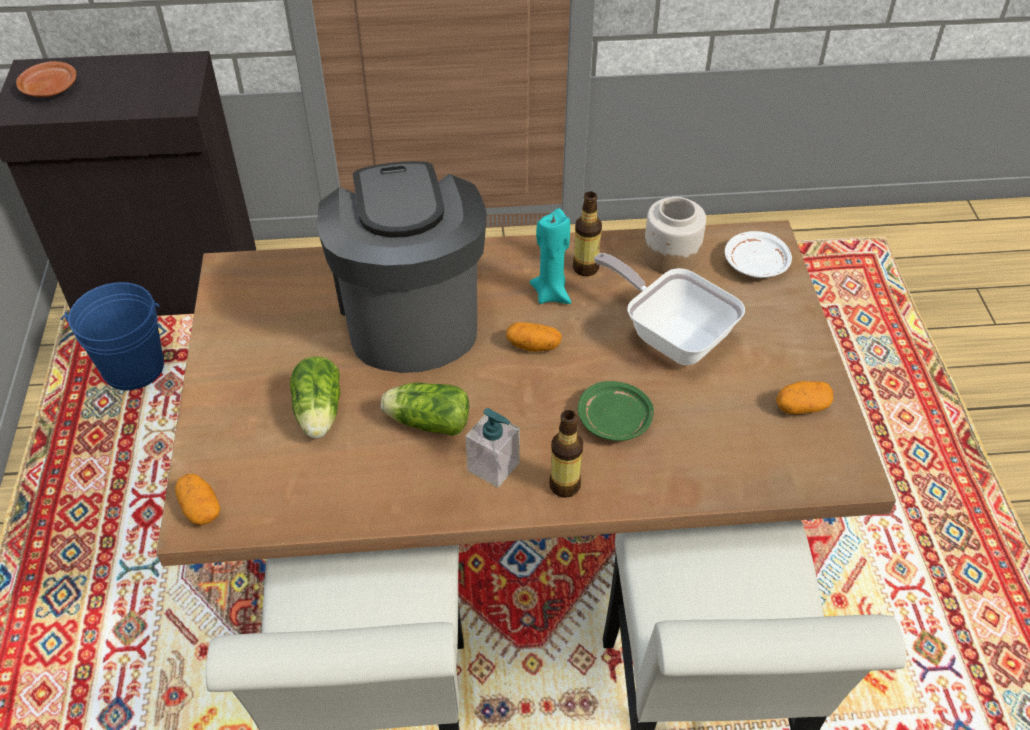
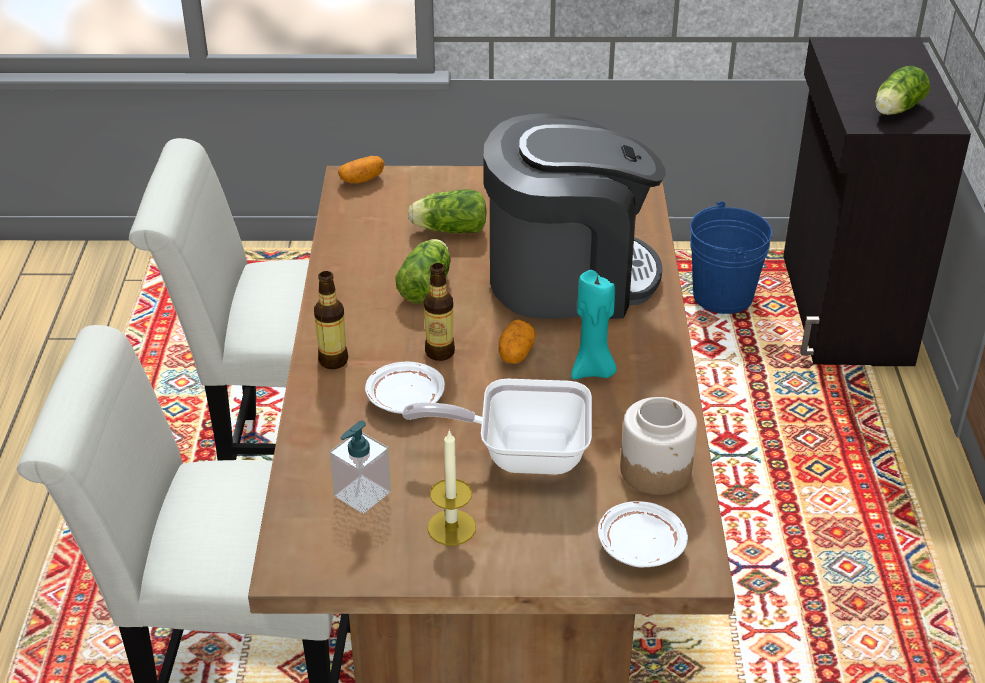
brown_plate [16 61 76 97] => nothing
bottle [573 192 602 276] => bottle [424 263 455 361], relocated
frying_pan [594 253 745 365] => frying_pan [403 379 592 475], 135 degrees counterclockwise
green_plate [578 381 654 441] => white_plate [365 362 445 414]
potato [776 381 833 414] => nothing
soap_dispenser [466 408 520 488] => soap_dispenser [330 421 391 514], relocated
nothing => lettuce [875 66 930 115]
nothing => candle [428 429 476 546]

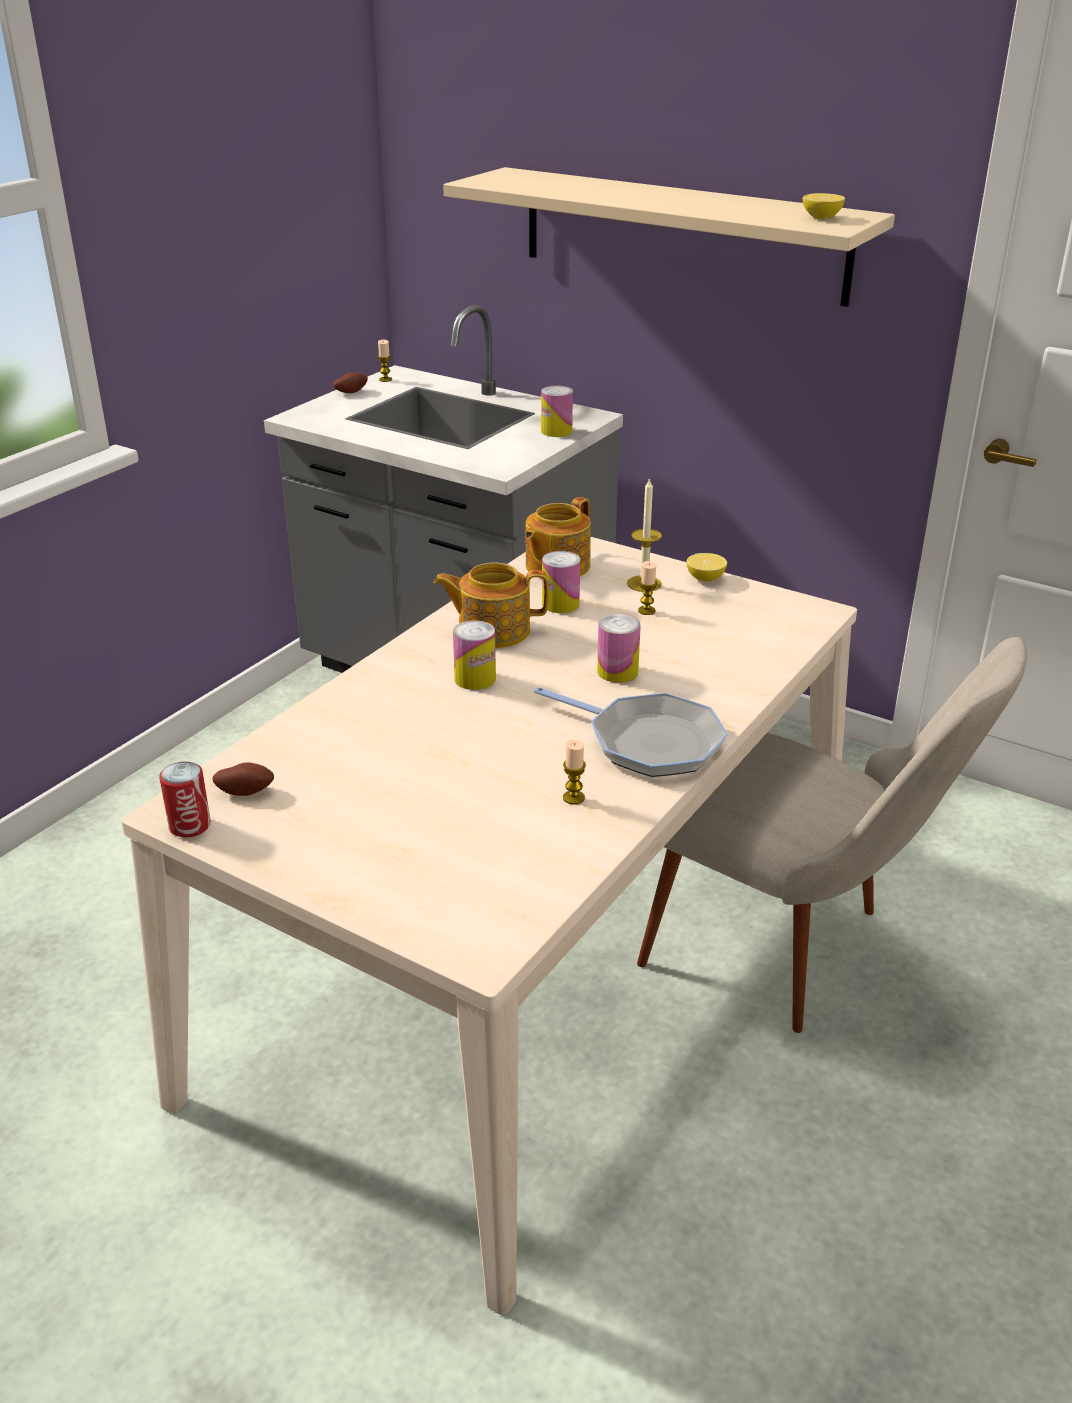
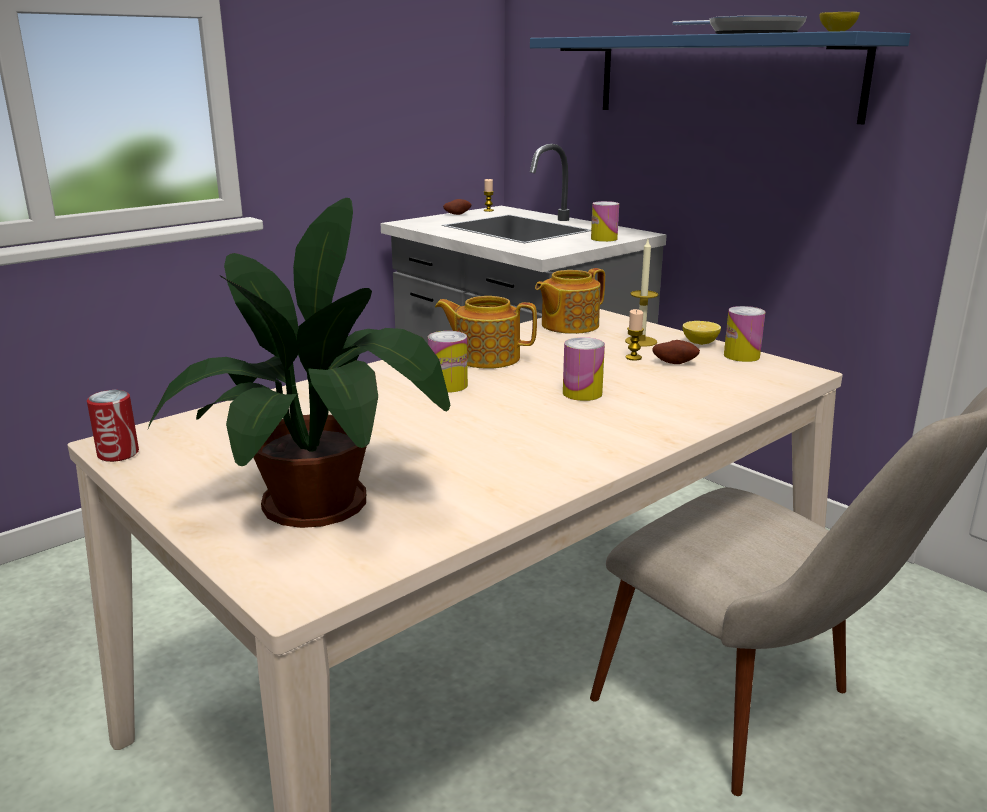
beige_shelf [443 167 895 307] => blue_shelf [530 31 910 124]
can [542 551 580 613] => can [724 306 765 362], relocated
frying_pan [534 687 728 777] => frying_pan [673 15 807 34], relocated
candle [563 740 586 805] => nothing
potato [212 762 274 796] => potato [653 340 700 364], relocated
nothing => potted_plant [148 198 450 528]

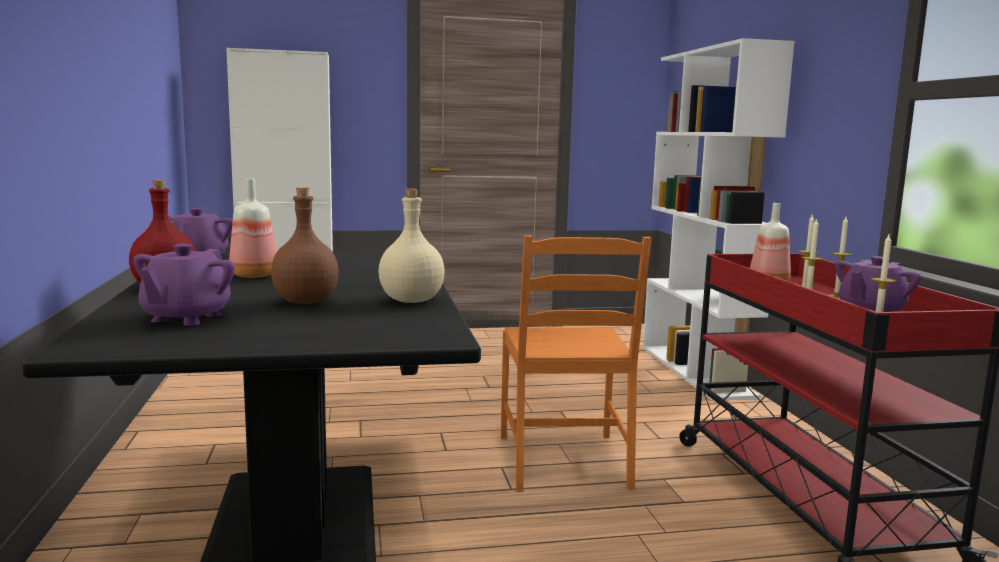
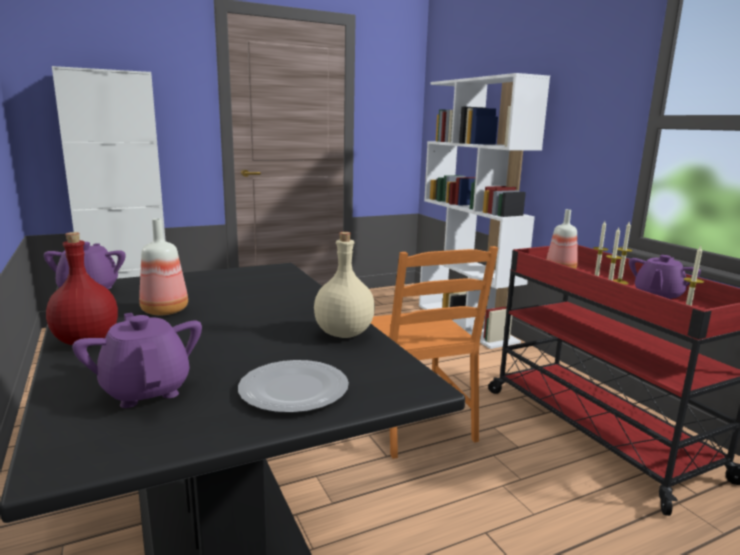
brown_bottle [271 187 339 304] => nothing
purple_teapot [133 244 235 326] => purple_teapot [72 313 202 408], 150 degrees clockwise
nothing => plate [238 360 349 413]

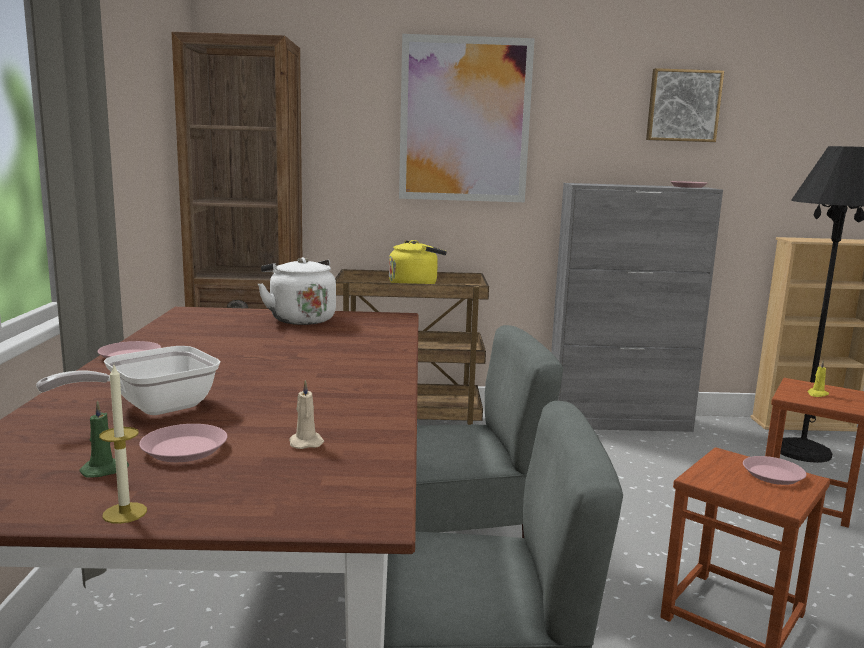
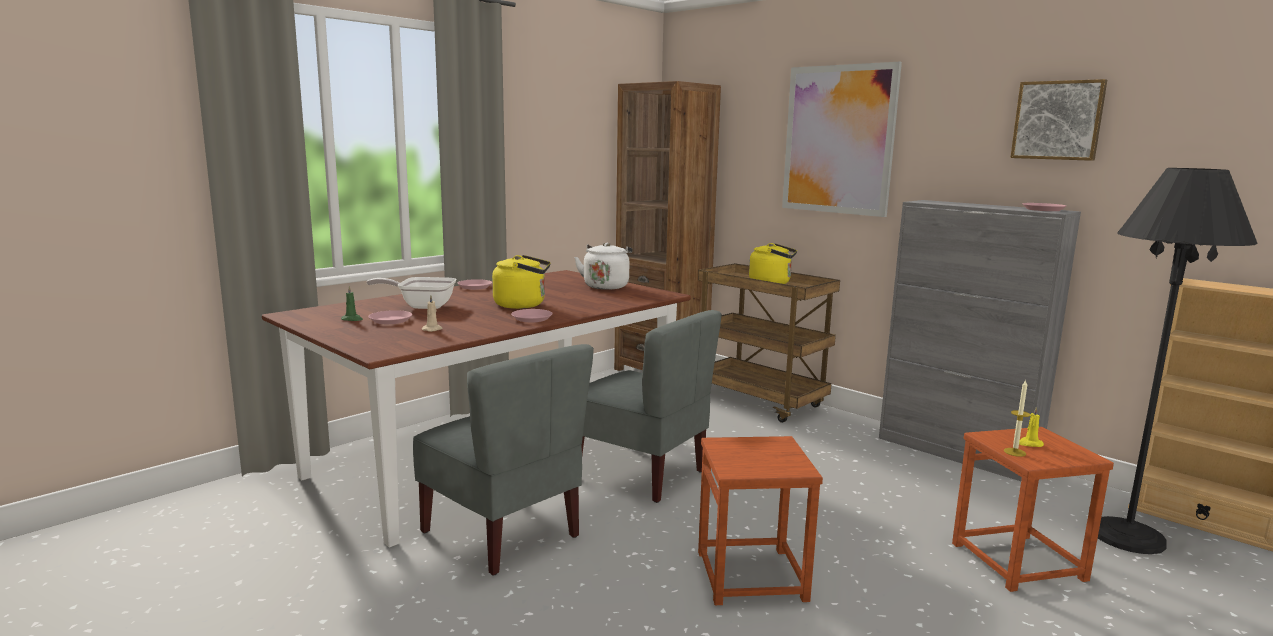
candle [99 365 147 524] => candle [1004 380 1030 457], relocated
pink_plate [743 456 806 485] => pink_plate [511 309 552 322], relocated
nothing => yellow_kettle [492 255 551 309]

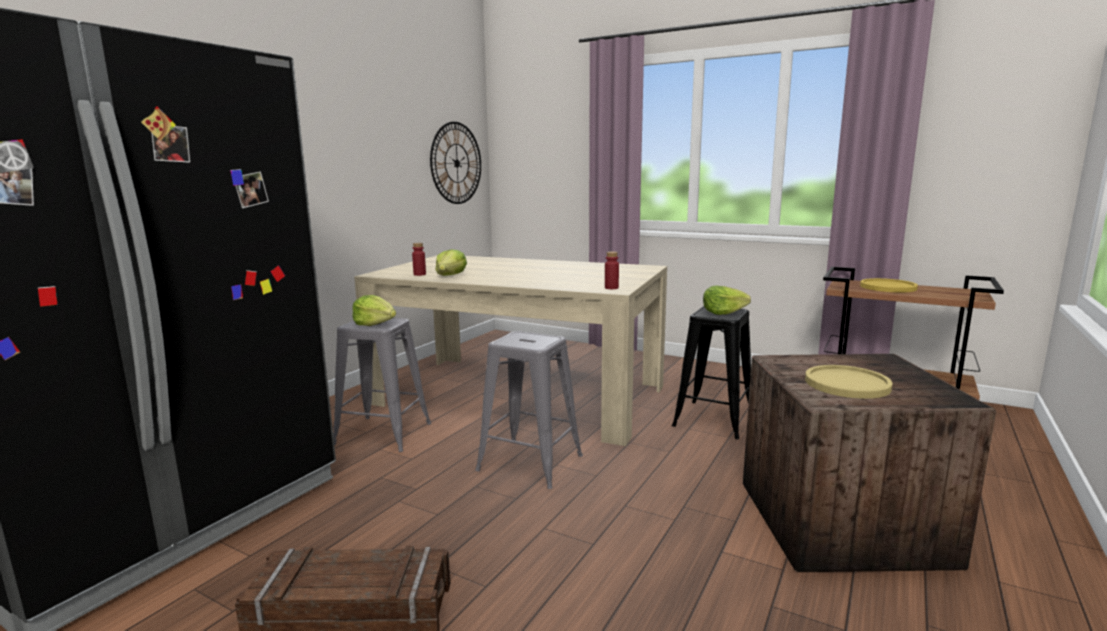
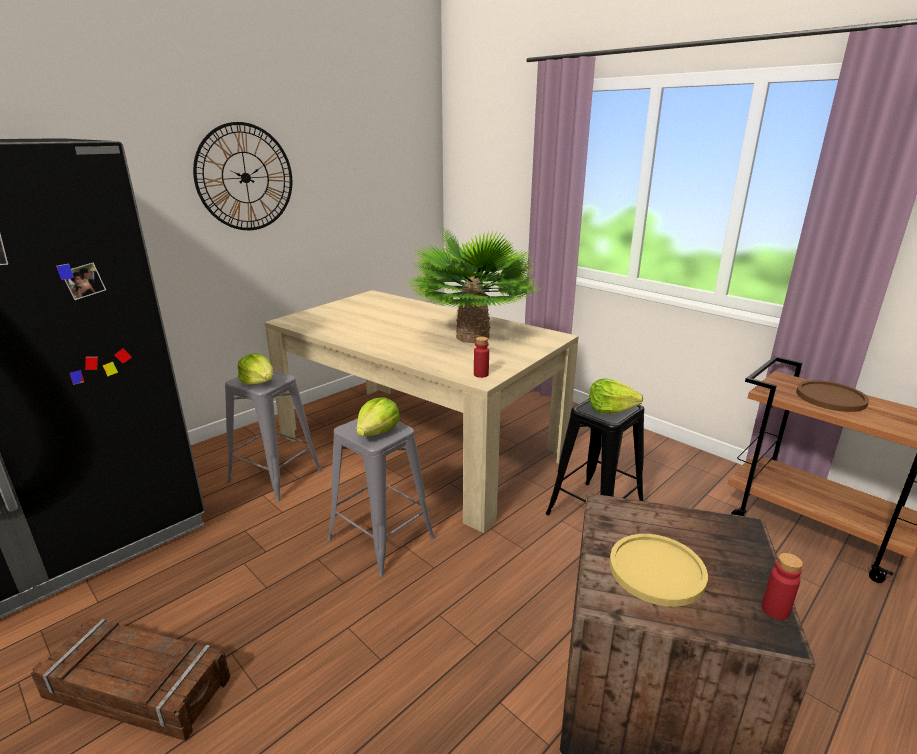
wall_clock [430 122 481 204] => wall_clock [193 122 292 230], relocated
red_bottle [412 243 426 276] => red_bottle [762 553 803 620], relocated
lettuce [436 249 467 276] => lettuce [356 397 400 436], relocated
yellow_plate [860 278 918 293] => brown_plate [796 380 869 412]
nothing => potted_plant [405 227 541 343]

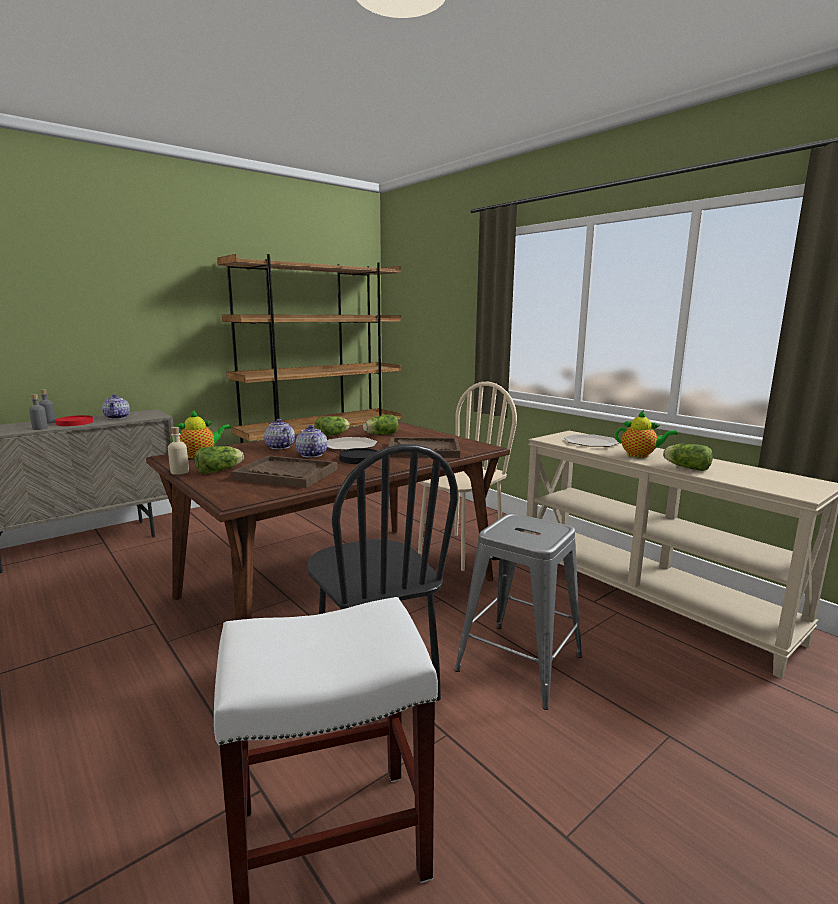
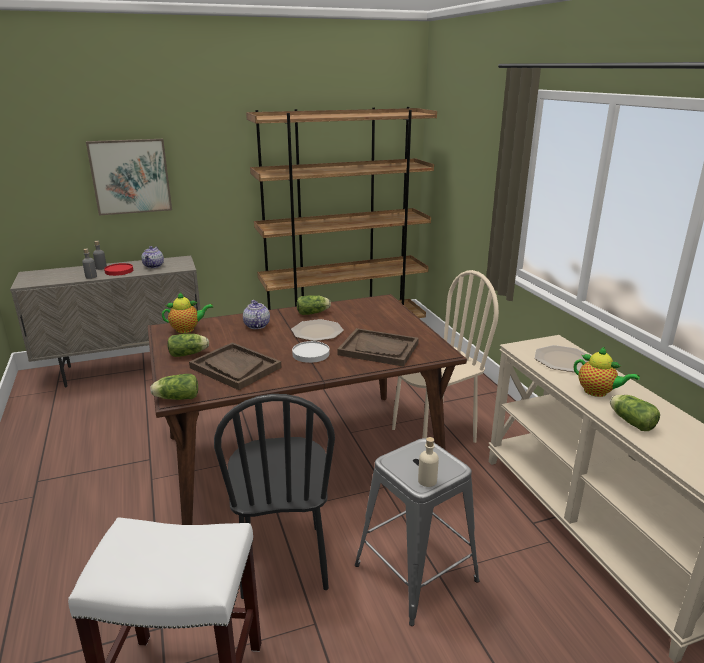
lettuce [363 414 398 435] => lettuce [150 374 198 400], relocated
teapot [296 425 327 457] => nothing
beige_bottle [168 427 189 475] => beige_bottle [418 437 439 487], relocated
black_plate [339 448 377 464] => white_plate [292 341 330 363]
nothing => picture [86 139 172 216]

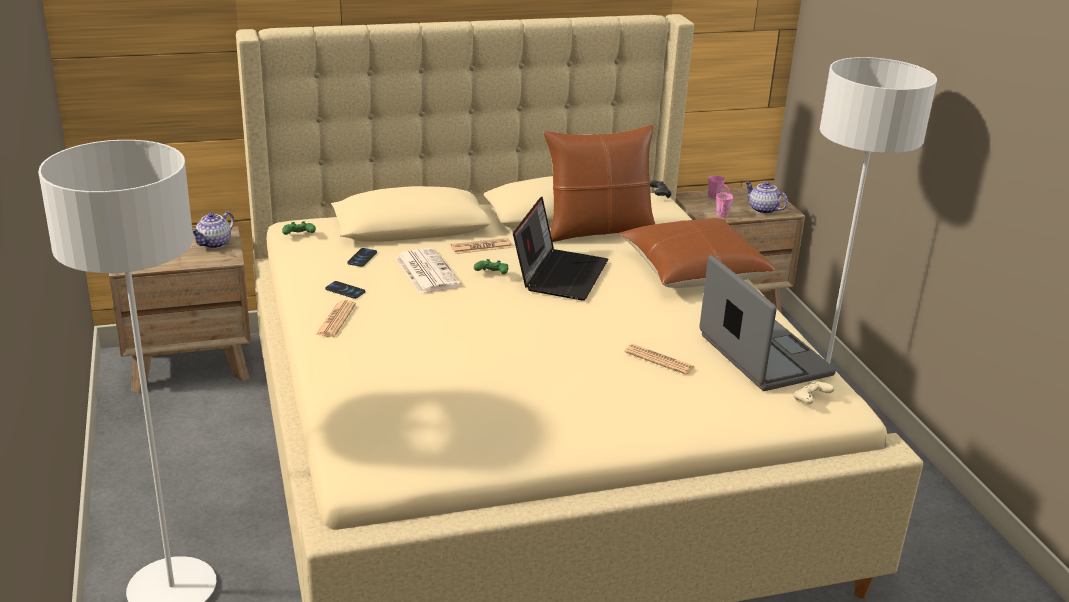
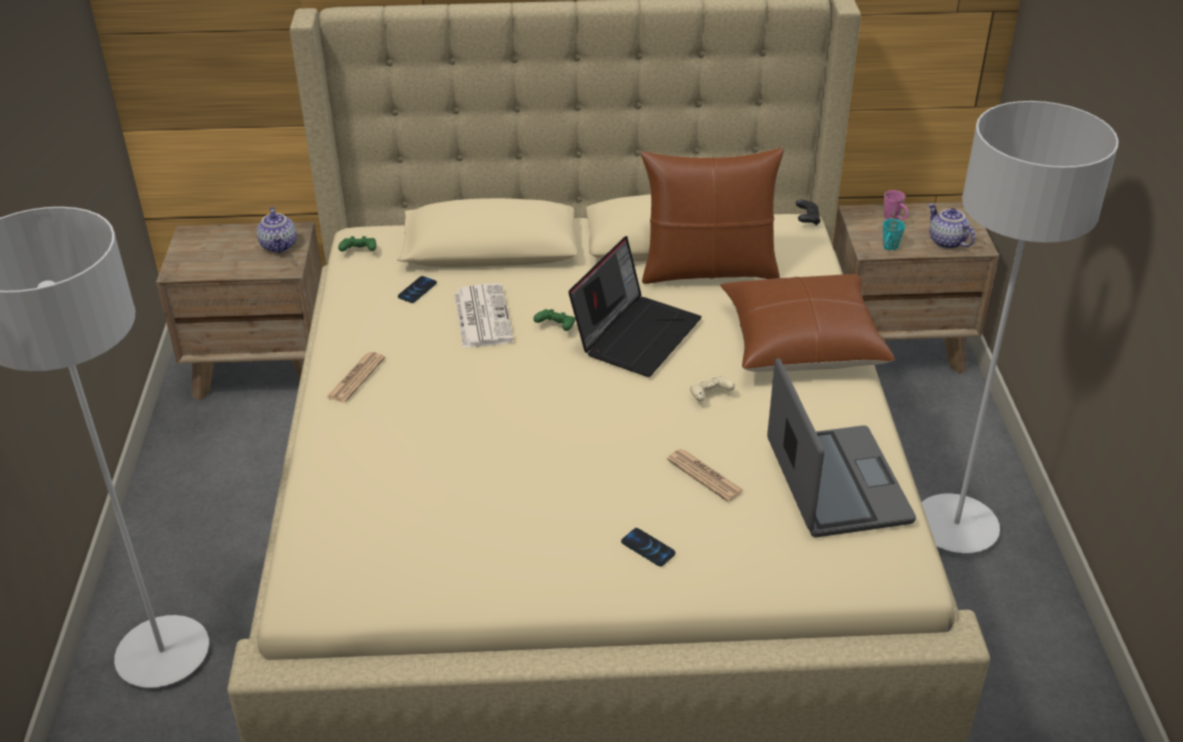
pink_mug [716 193 734 217] => turquoise_mug [883 219 905 250]
teapot [192 211 234 249] => teapot [257 207 297 253], 60 degrees counterclockwise
newspaper [451 238 512 254] => nothing
phone [325 281 366 299] => phone [621 528 676 566], relocated
beige_game_controller [793 381 834 404] => beige_game_controller [690 376 735 401], relocated

